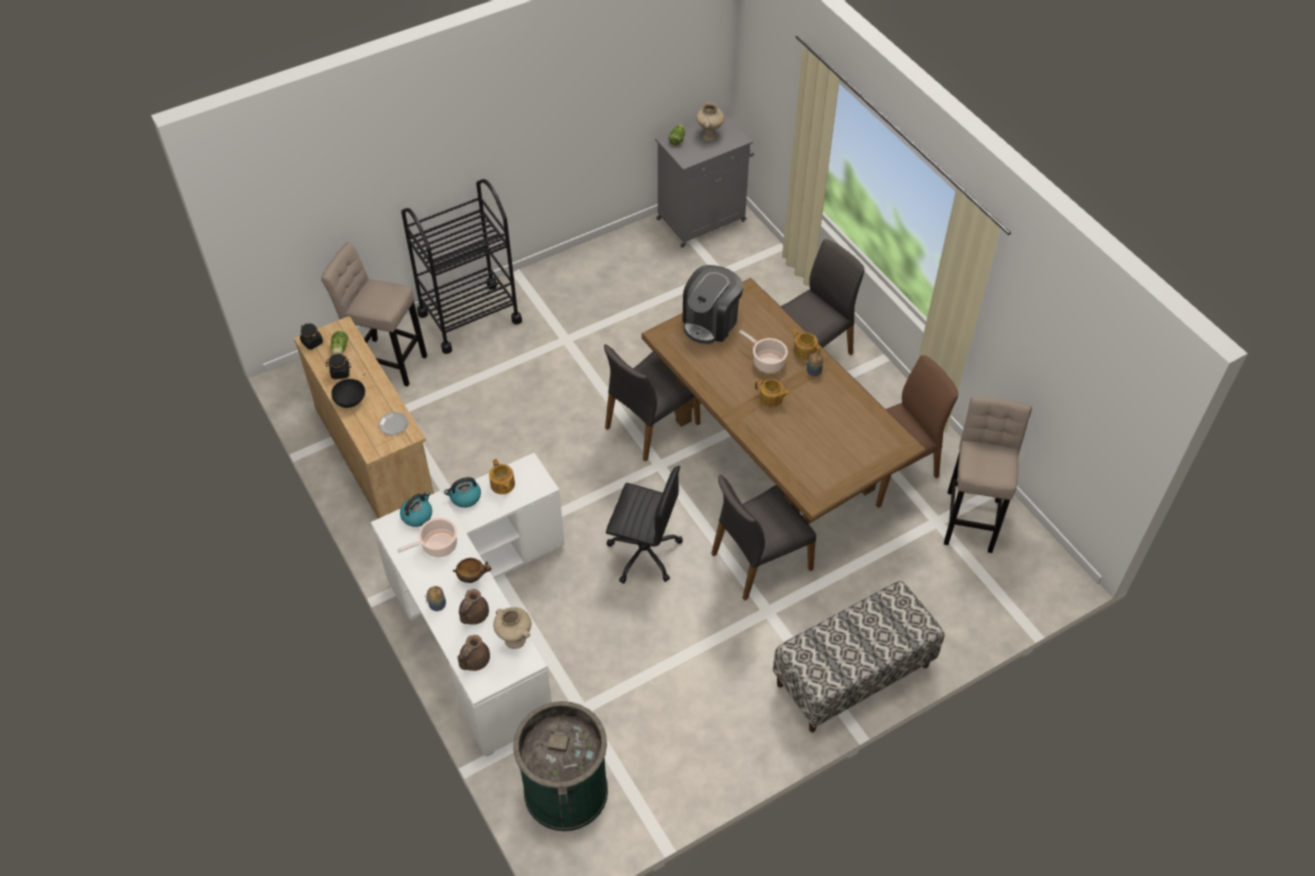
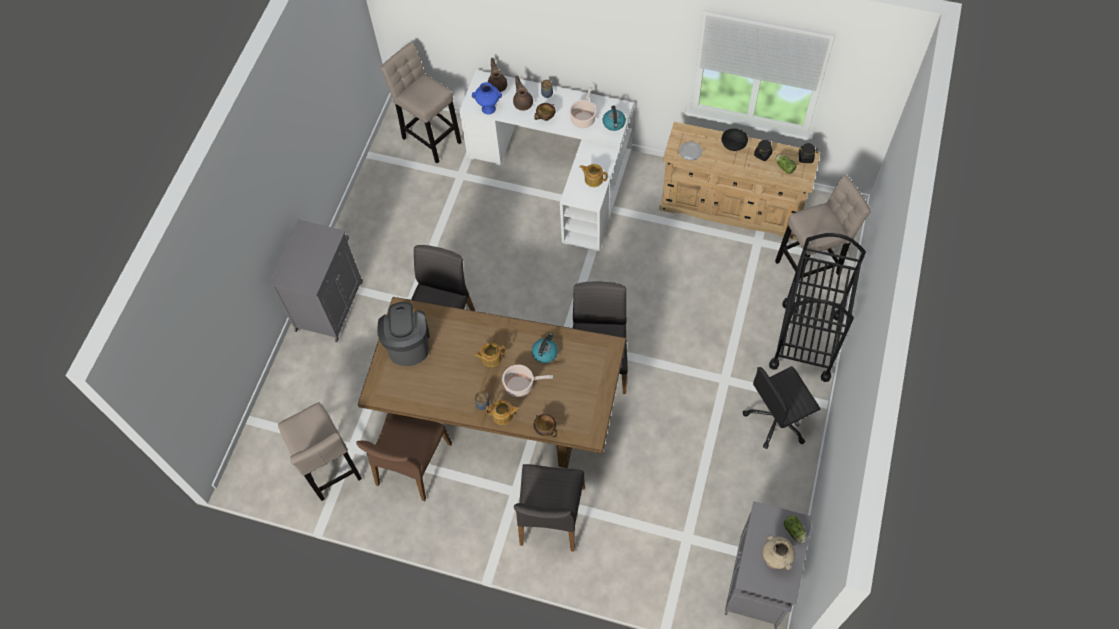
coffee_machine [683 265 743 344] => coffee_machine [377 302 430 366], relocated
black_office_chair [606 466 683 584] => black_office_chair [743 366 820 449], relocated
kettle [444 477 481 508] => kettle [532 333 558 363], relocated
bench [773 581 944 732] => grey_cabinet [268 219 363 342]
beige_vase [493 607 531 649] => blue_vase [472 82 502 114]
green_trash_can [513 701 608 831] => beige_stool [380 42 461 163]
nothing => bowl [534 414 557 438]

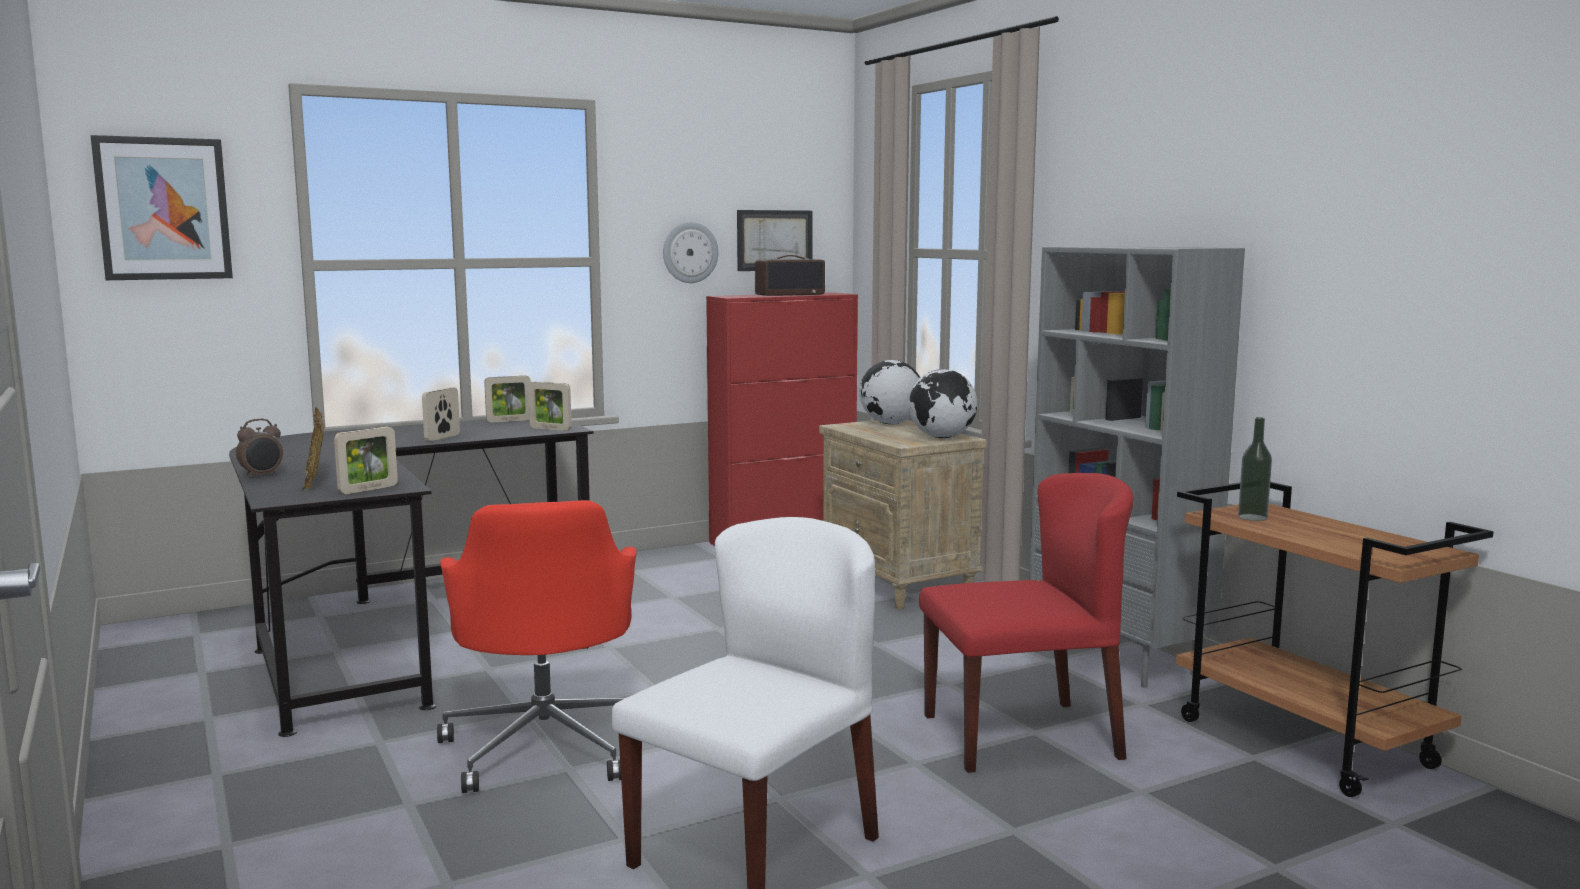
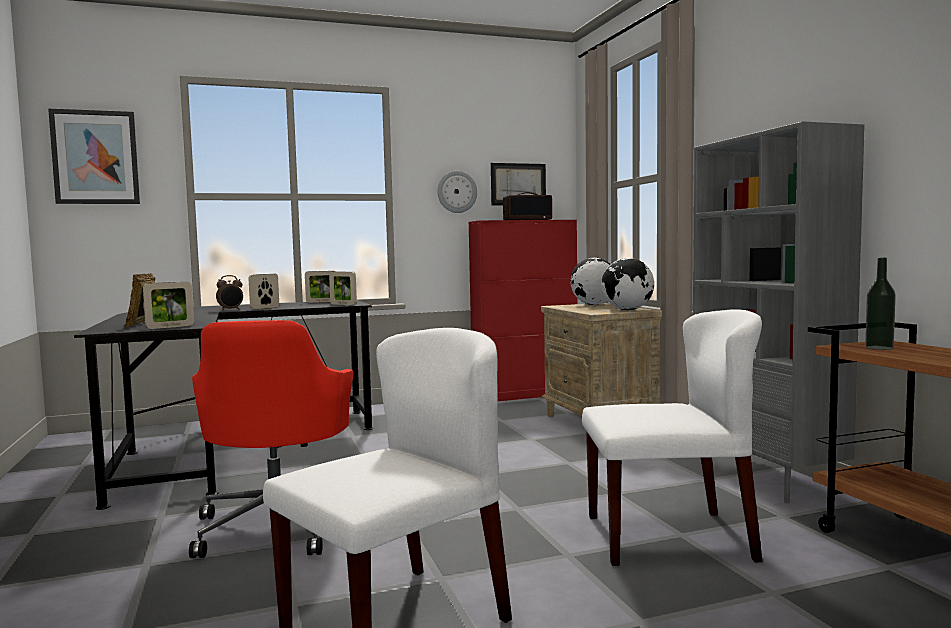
alarm_clock [236 419 283 478] => alarm_clock [216 275 243 310], relocated
red_chair [919 473 1134 773] => white_chair [582 309 763 566]

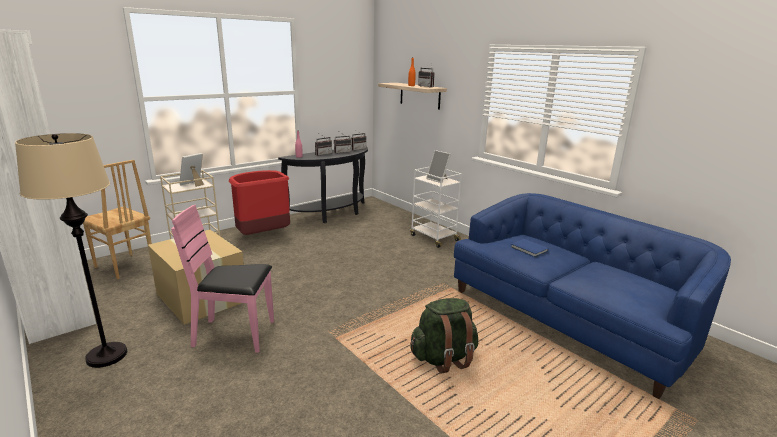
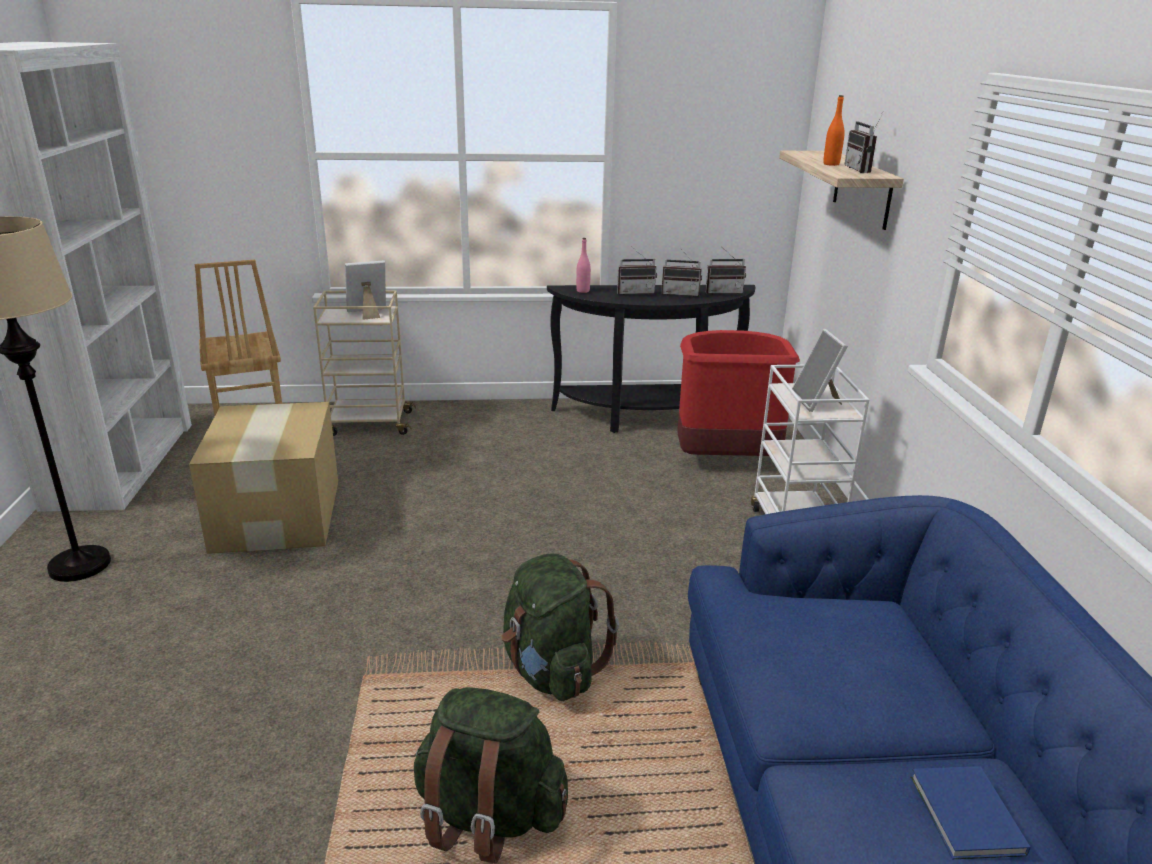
red_trash_can [229 170 290 235] => red_trash_can [677 330 800 456], relocated
pink_chair [171 205 274 353] => nothing
blue_book [511 239 548 257] => blue_book [910 766 1030 859], relocated
nothing => green_backpack [501 554 619 701]

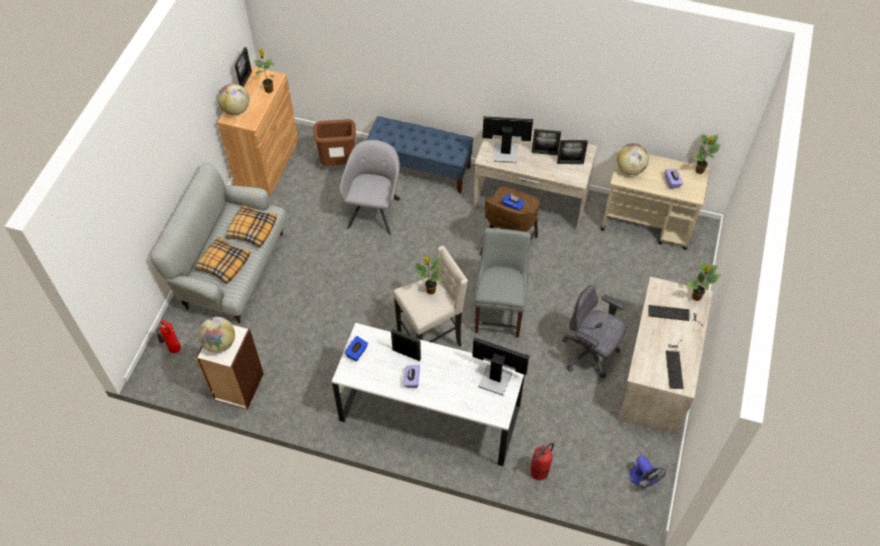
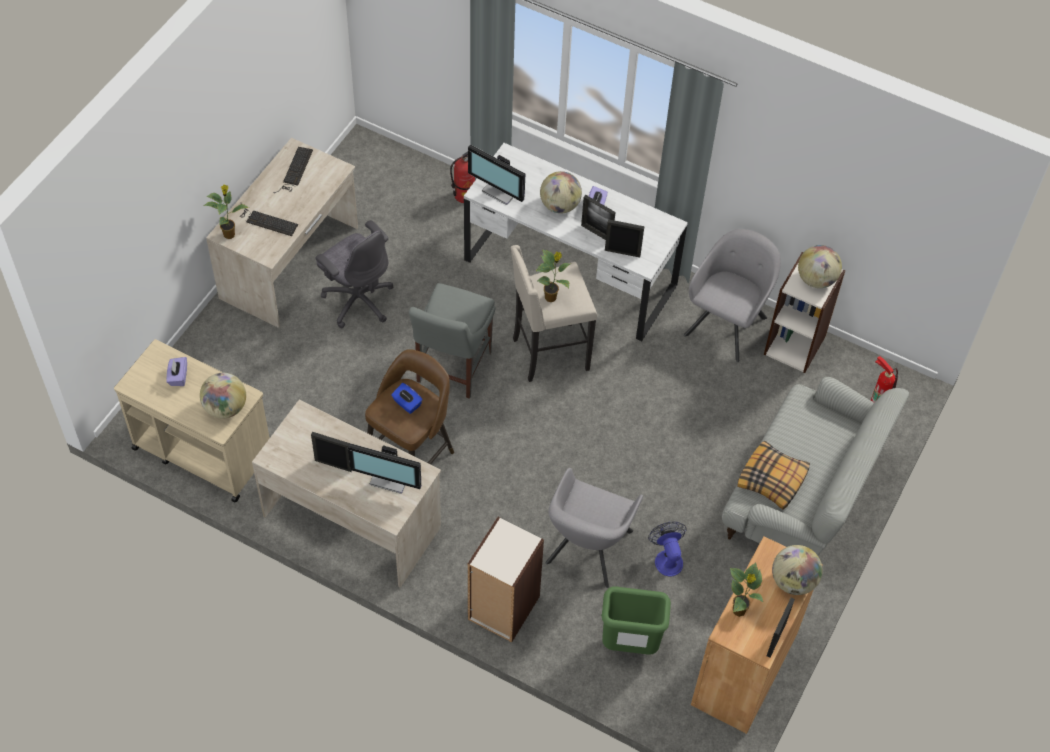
blue_bench [367 116 474 193] => bookcase [468 517 544 642]
brown_trash_can [314 119 356 166] => green_trash_can [601 586 671 655]
potted_plant [693 134 720 174] => nothing
picture_frame [557 140 588 164] => picture_frame [605 219 644 257], relocated
pillow [195 237 250 284] => nothing
blue_tissue_box [345 336 368 361] => nothing
fan [630 456 666 488] => fan [648 522 686 576], relocated
nothing => globe [540 171 582 213]
nothing => grey_armchair [684 229 781 362]

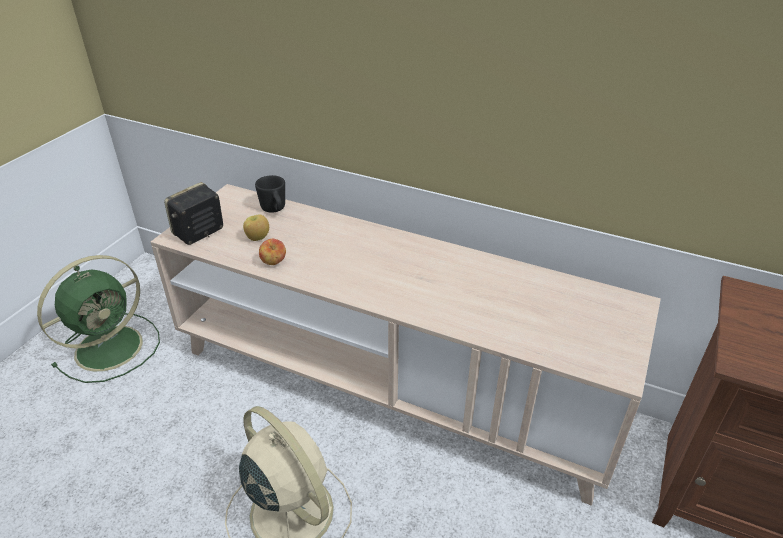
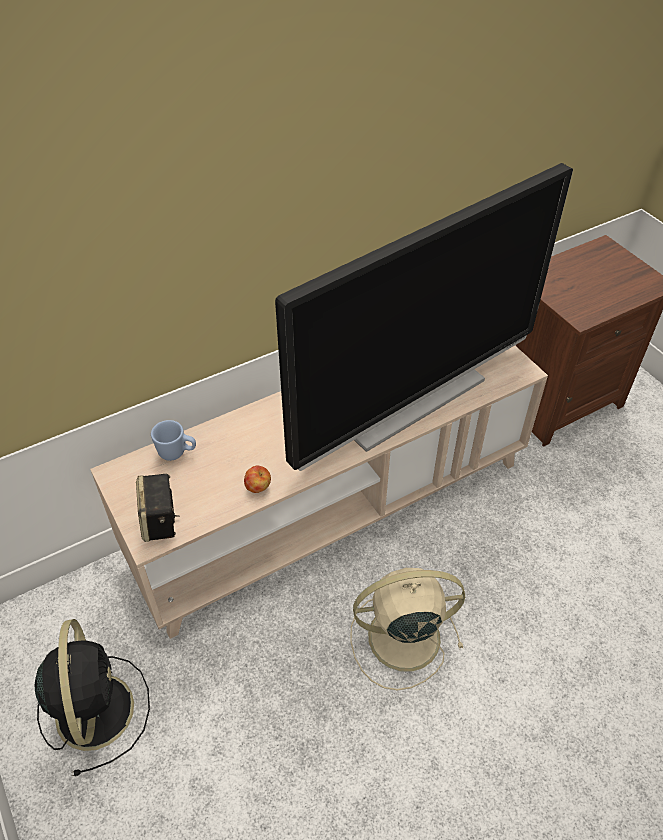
black_mug [255 175 285 213] => blue_mug [151 420 196 461]
apple [243 215 269 241] => nothing
green_fan [37 255 160 383] => black_fan [35 619 150 776]
nothing => television [275 163 573 471]

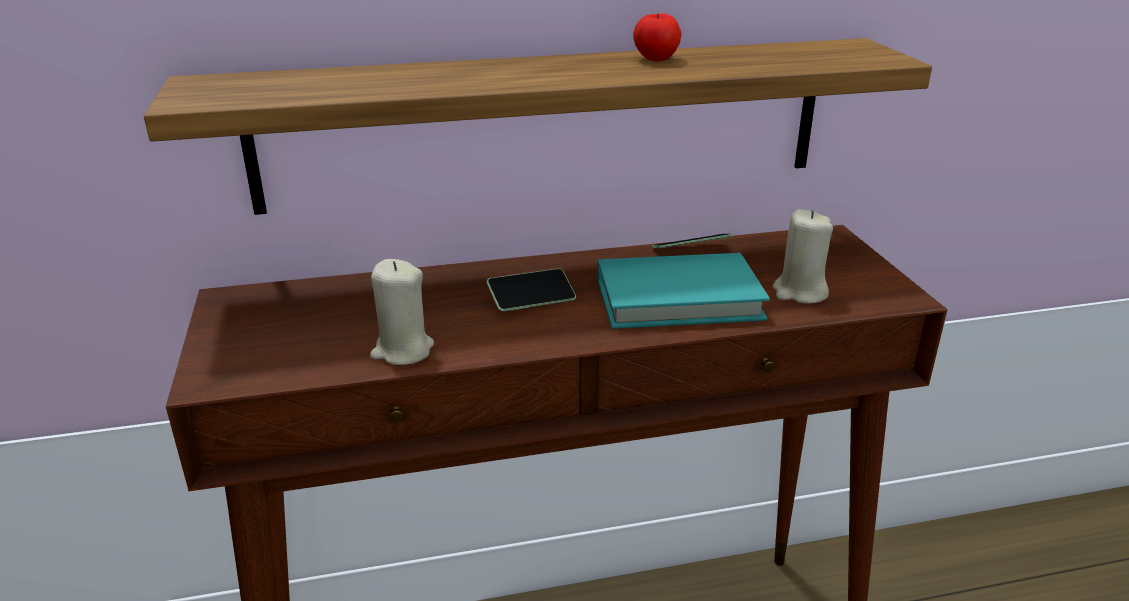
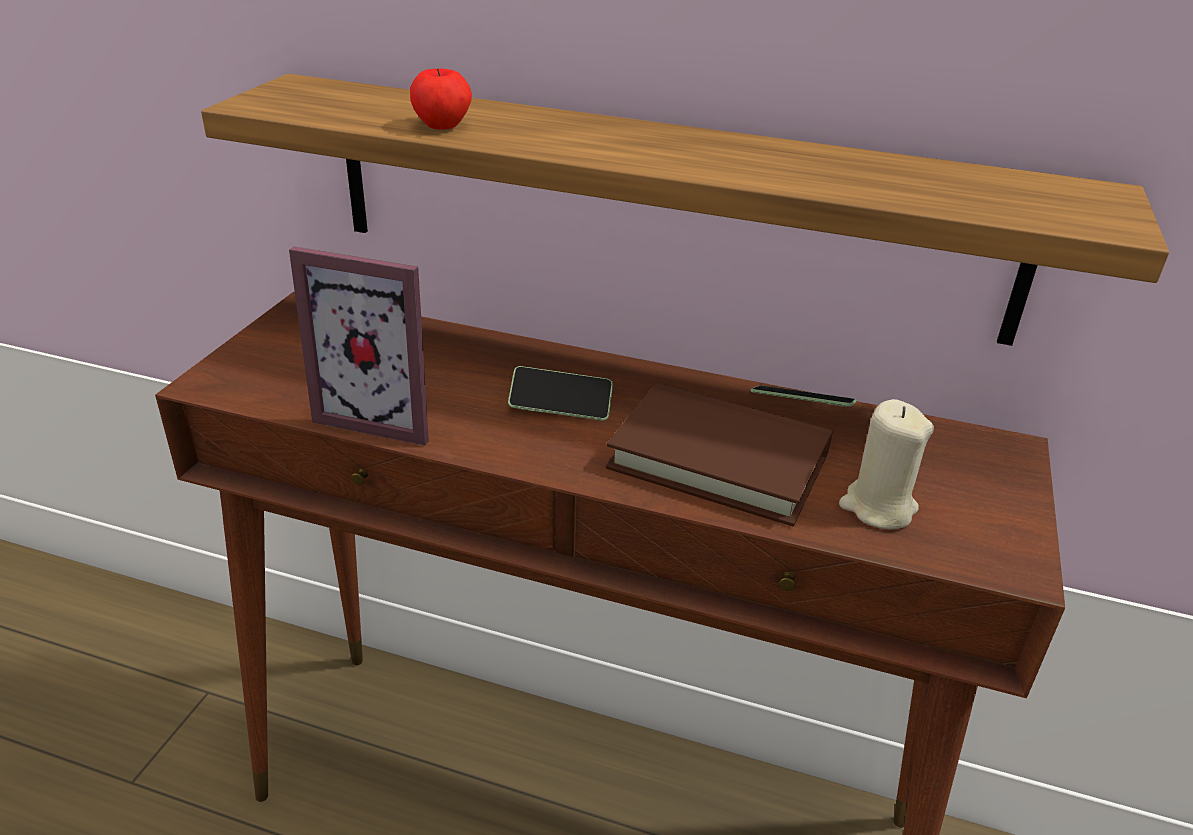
apple [633 13 682 62] => apple [410 68 472 130], relocated
turquoise_book [597 253 770 329] => brown_book [606 383 833 527]
beige_candle [370 259 434 365] => picture_frame [289 247 429 446]

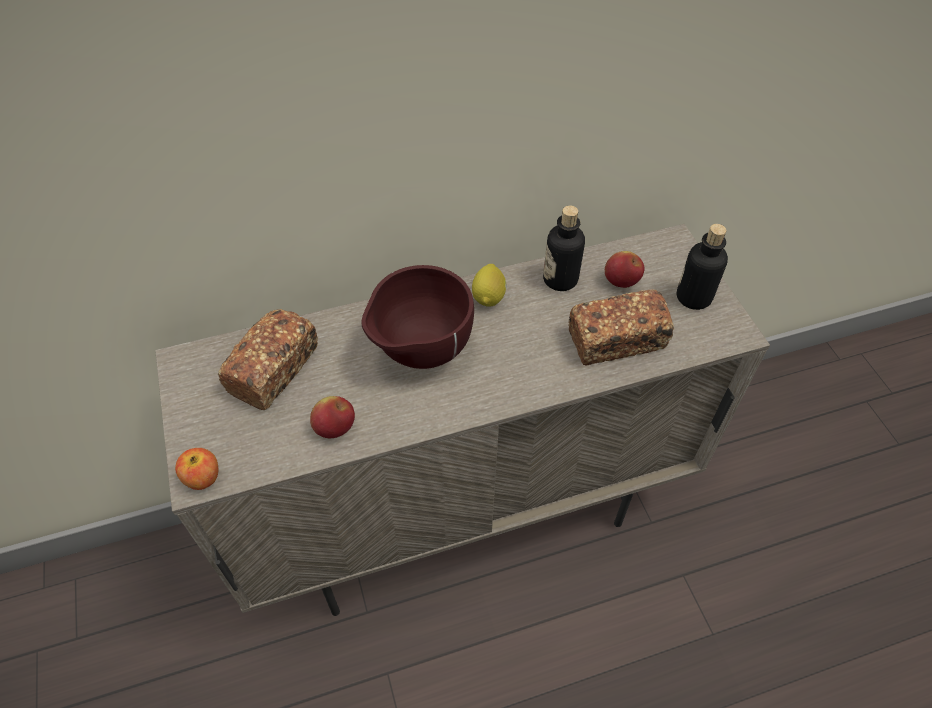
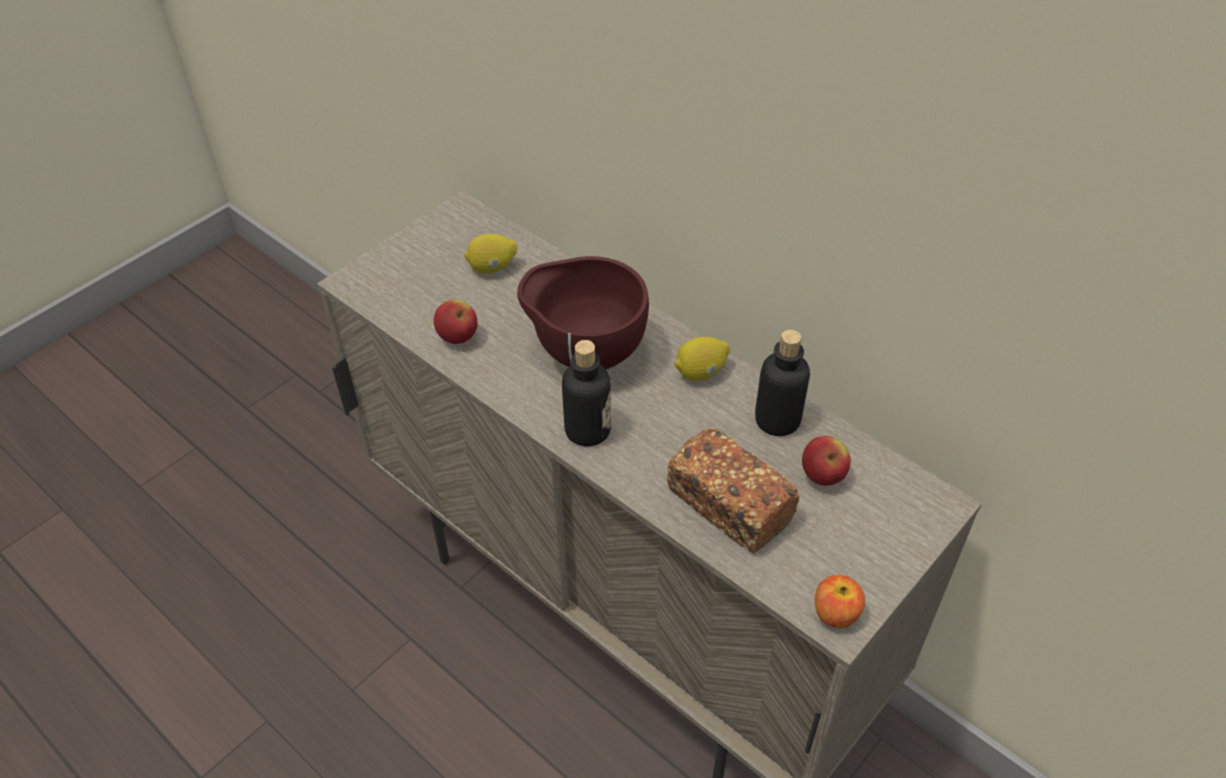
bottle [677 224 728 310] => bottle [562 340 611 446], relocated
bread [217 309 318 410] => lemon [464 234 517 274]
apple [175 448 218 490] => apple [815 575 865 628], relocated

